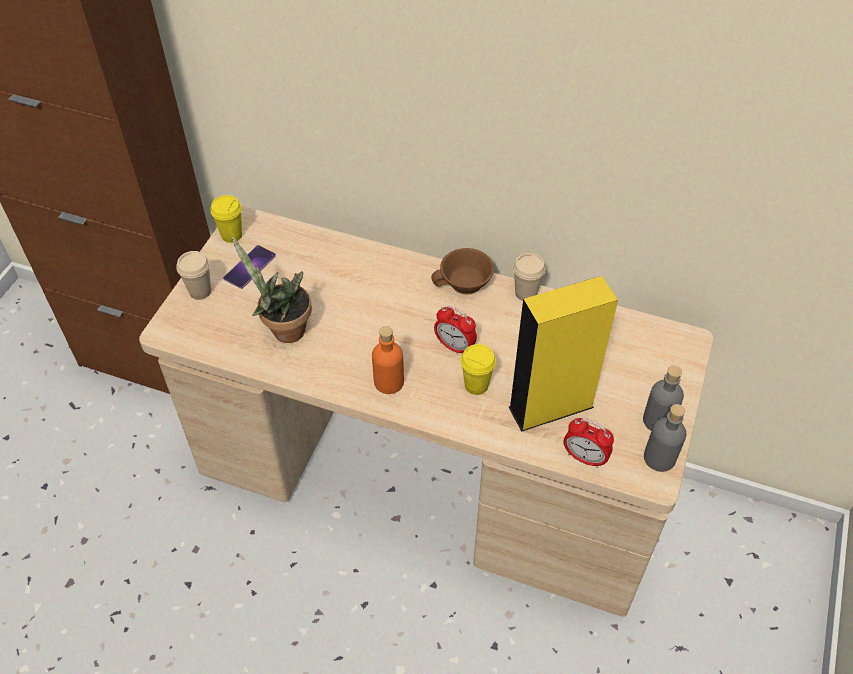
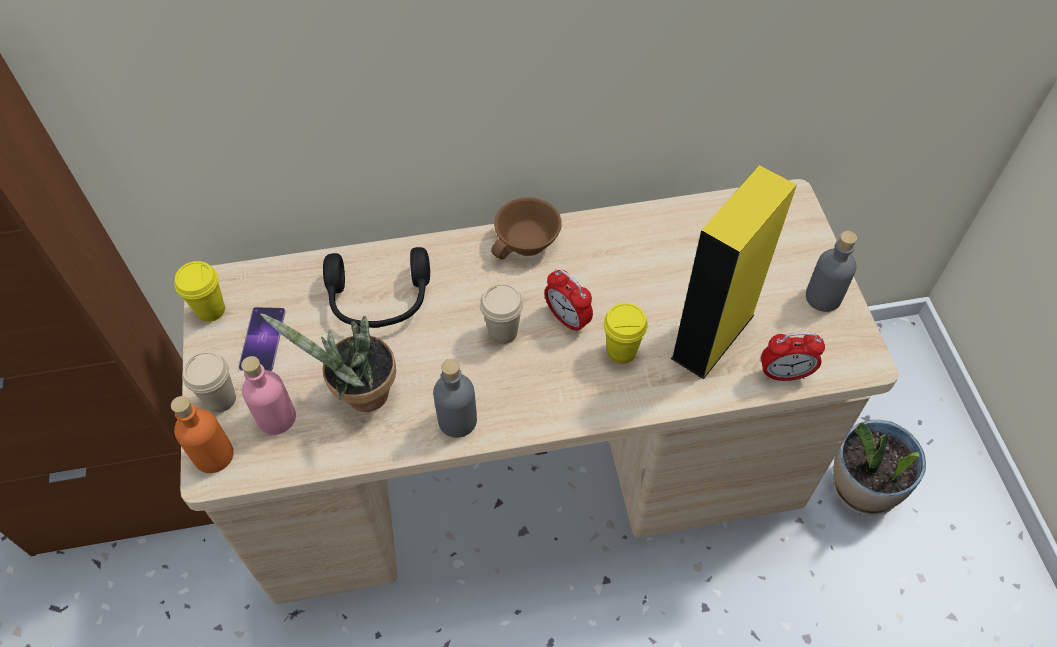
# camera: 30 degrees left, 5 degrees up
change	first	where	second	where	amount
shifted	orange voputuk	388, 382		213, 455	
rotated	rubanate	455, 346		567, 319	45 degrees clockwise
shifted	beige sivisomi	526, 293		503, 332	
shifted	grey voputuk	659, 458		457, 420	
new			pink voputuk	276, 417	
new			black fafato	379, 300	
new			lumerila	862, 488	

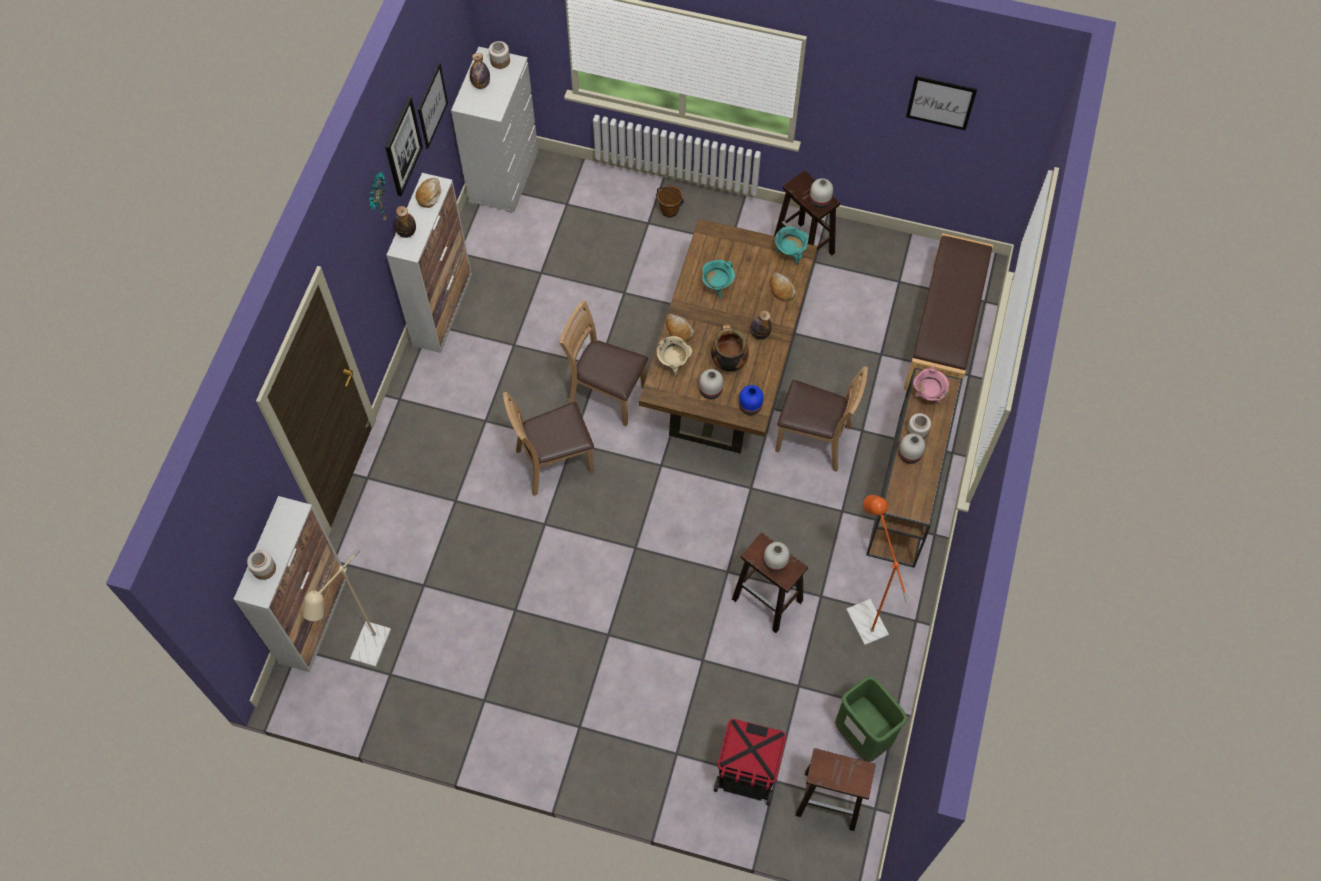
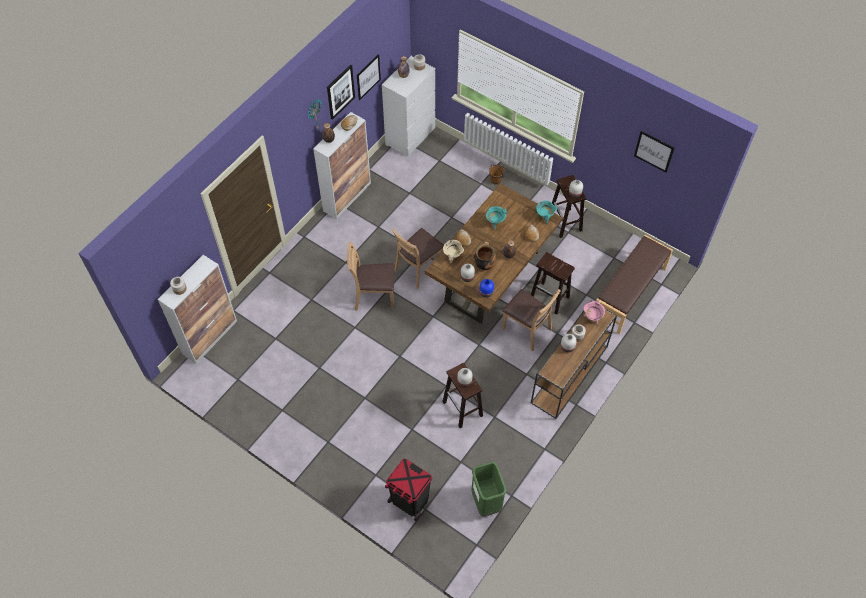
# camera: 20 degrees right, 5 degrees down
change	first	where	second	where	amount
gone	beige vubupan	368, 652			
rotated	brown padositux	606, 394		418, 268	90 degrees counterclockwise
shifted	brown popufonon	830, 800		550, 298	
gone	orange vubupan	862, 615			

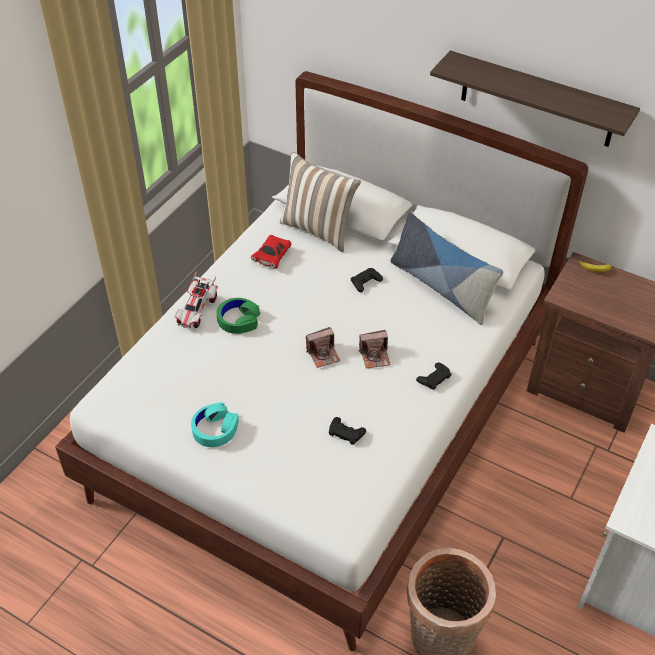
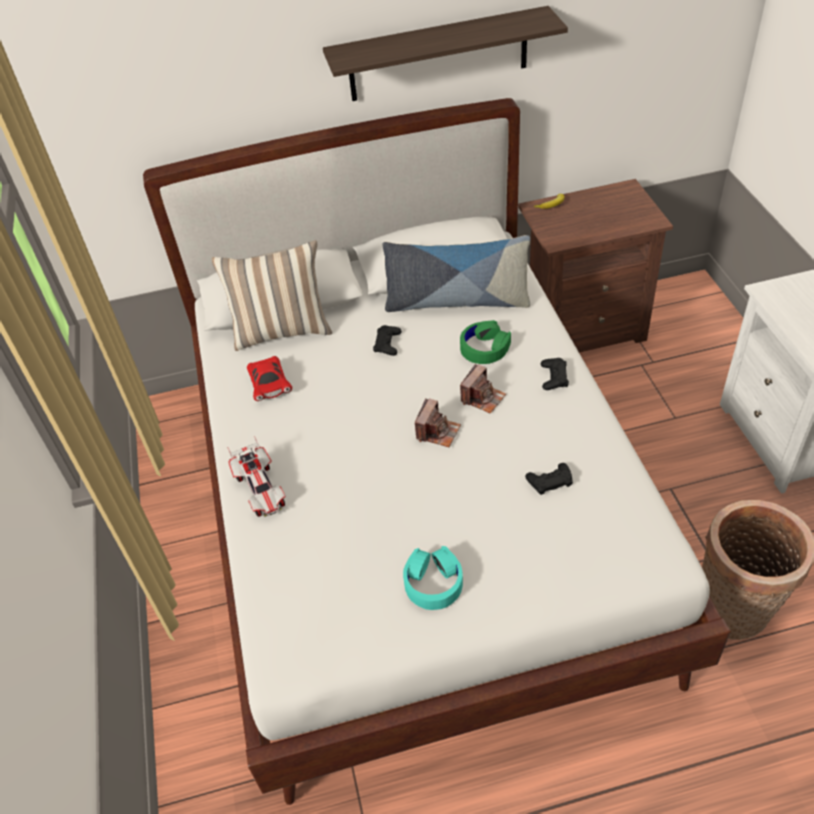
# camera: 40 degrees left, 0 degrees up
change	first	where	second	where	amount
shifted	green fafato	238, 320		484, 348	

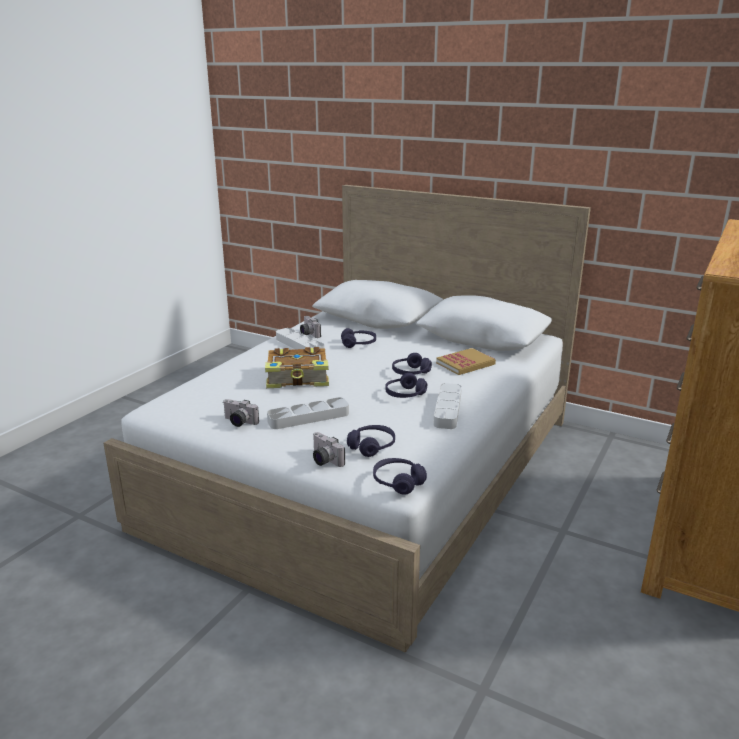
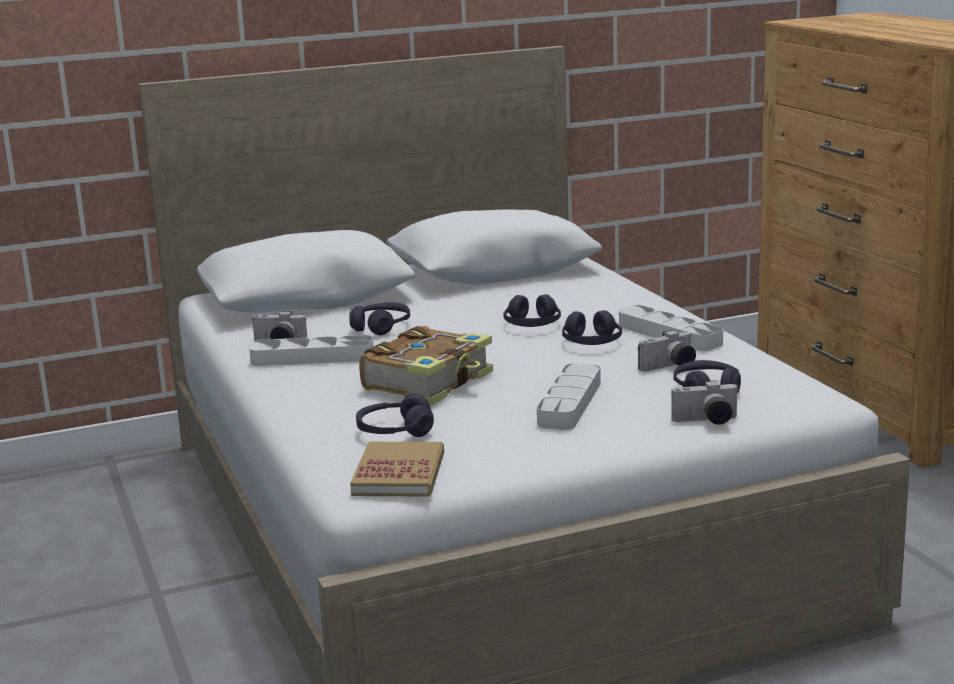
# camera: 50 degrees left, 5 degrees down
change	first	where	second	where	amount
shifted	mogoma	238, 422		670, 367	
shifted	purple fafato	398, 482		395, 431	
shifted	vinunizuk	465, 364		399, 474	

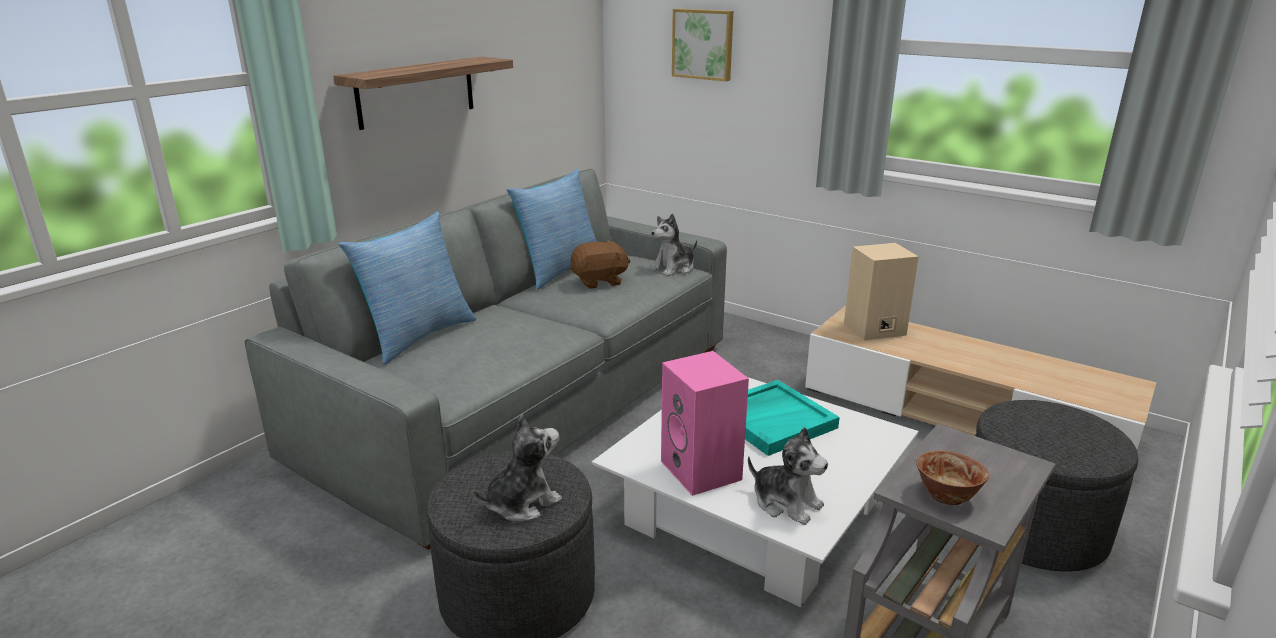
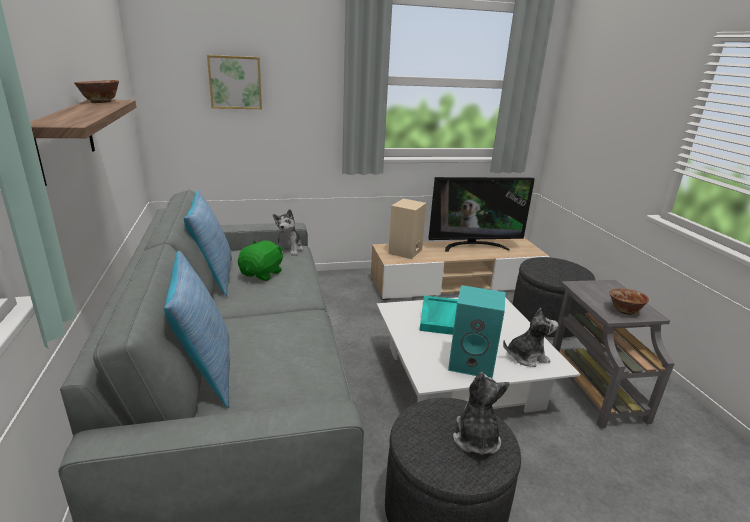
# camera: 50 degrees left, 0 degrees up
change	first	where	second	where	amount
repainted	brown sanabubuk	599, 281	green sanabubuk	262, 274	
repainted	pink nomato	703, 471	turquoise nomato	472, 363	
new			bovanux	100, 102	
new			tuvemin	473, 246	

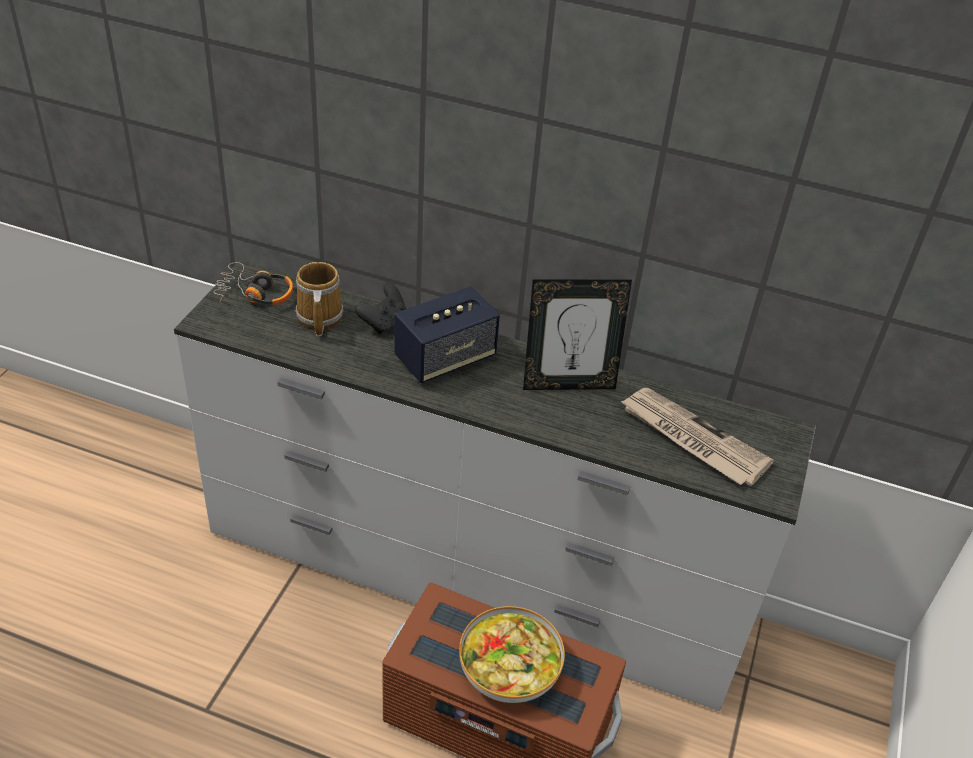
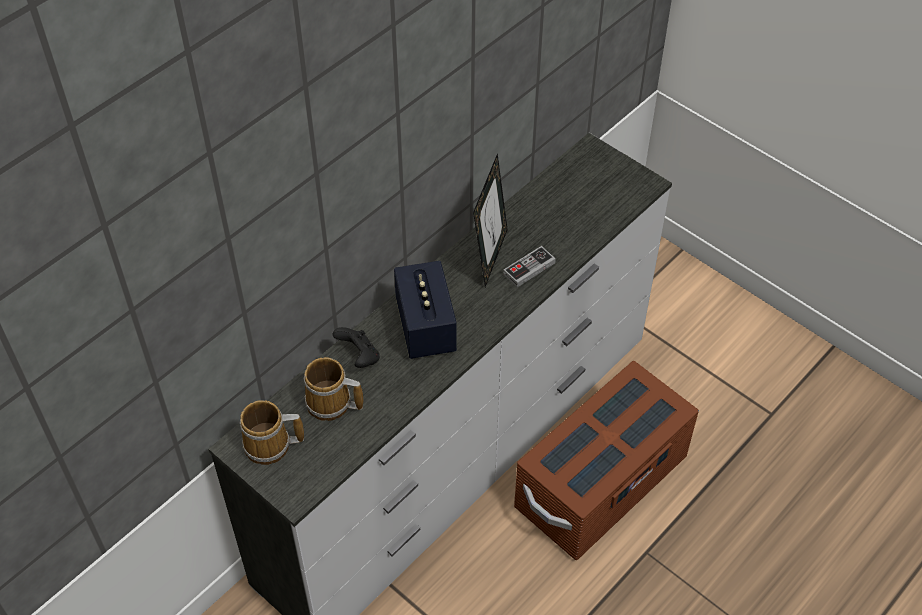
# camera: 65 degrees left, 10 degrees up
change	first	where	second	where	amount
swapped	fafato	254, 294	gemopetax	270, 446	
gone	bovanux	509, 667			
gone	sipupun	691, 439			
new			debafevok	529, 268	

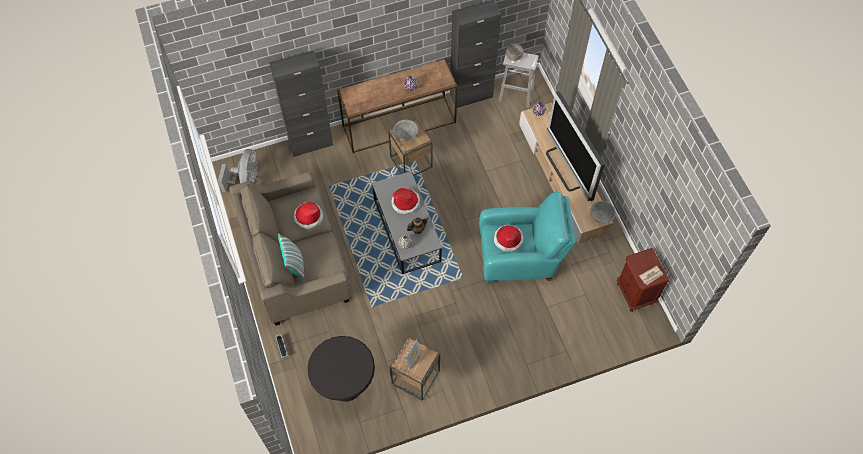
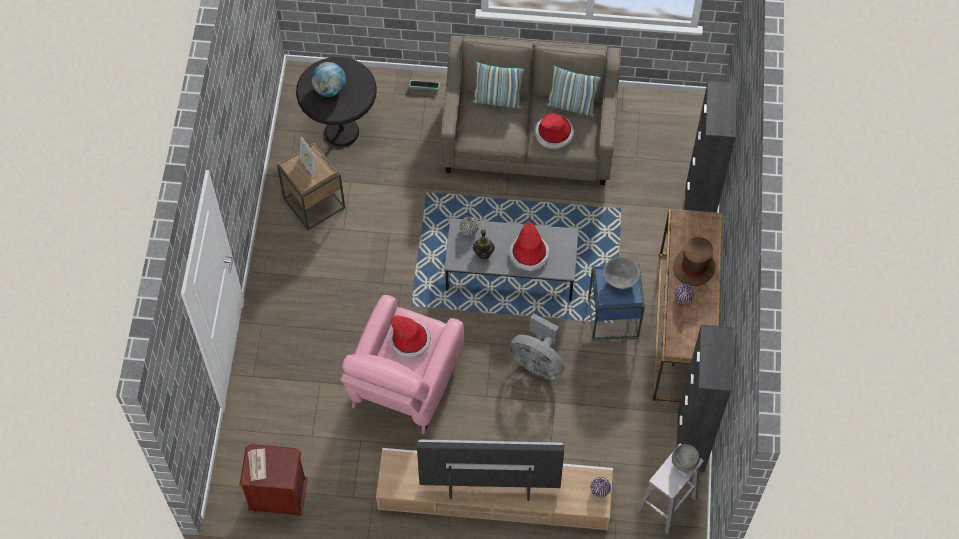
# camera: 115 degrees right, 0 degrees up
change	first	where	second	where	amount
shifted	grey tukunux	246, 180		537, 362	
repainted	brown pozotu	411, 162	blue pozotu	613, 317	
repainted	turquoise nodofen	520, 257	pink nodofen	403, 384	
gone	grey bovanux	601, 217			
new			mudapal	329, 89	
new			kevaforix	571, 106	
new			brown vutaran	694, 267	

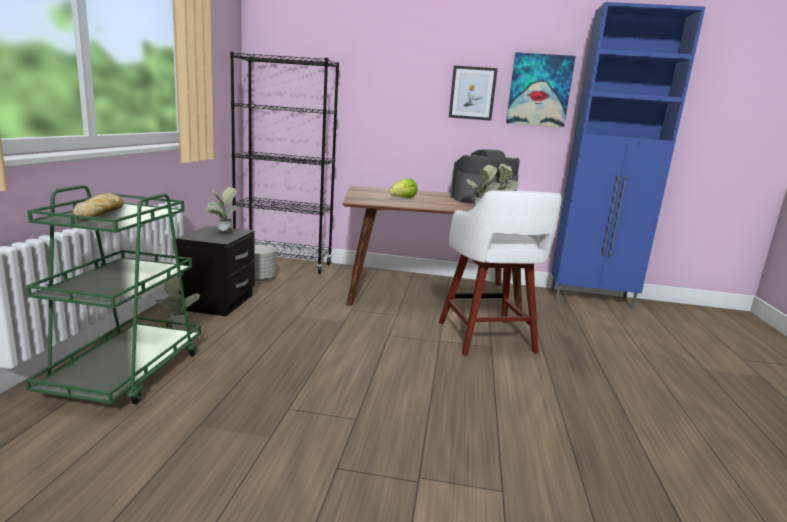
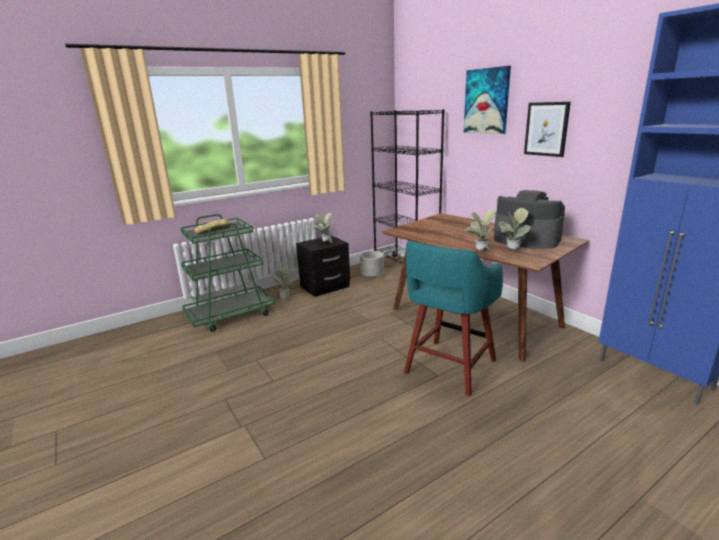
# camera: 50 degrees right, 5 degrees up
change	first	where	second	where	amount
gone	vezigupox	402, 199			
repainted	white popufonon	487, 338	turquoise popufonon	448, 368	
shifted	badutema	539, 90		487, 101	

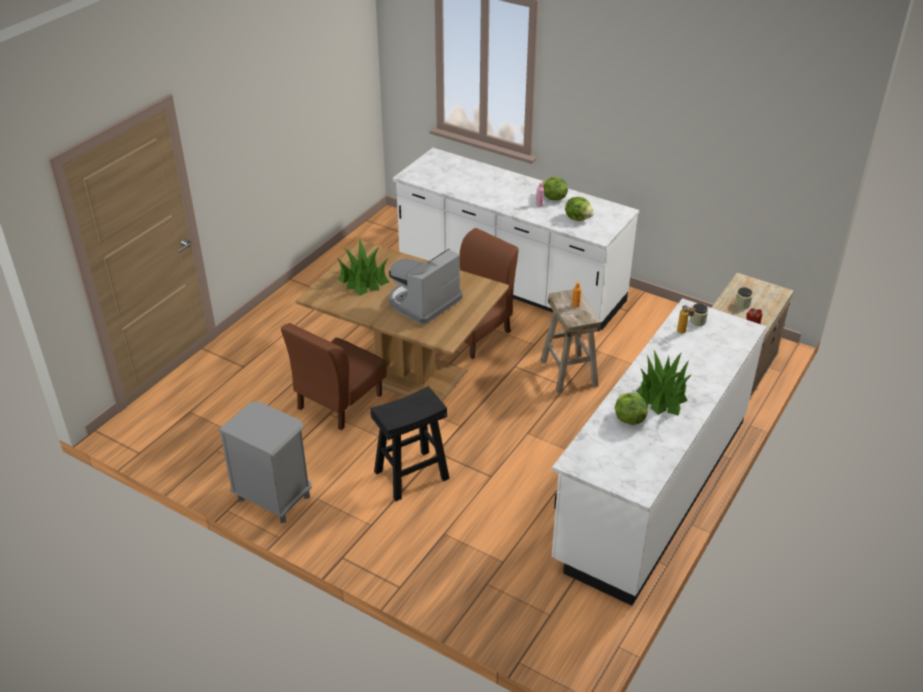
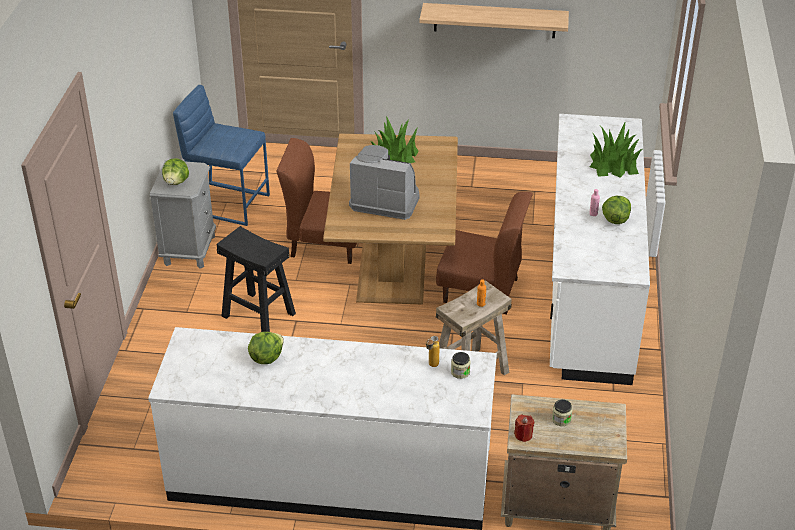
# camera: 65 degrees right, 0 degrees up
change	first	where	second	where	amount
shifted	vezigupox	578, 218		176, 182	
shifted	lumerila	661, 396		613, 164	
new			blue popufonon	227, 203	
new			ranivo	494, 20	

